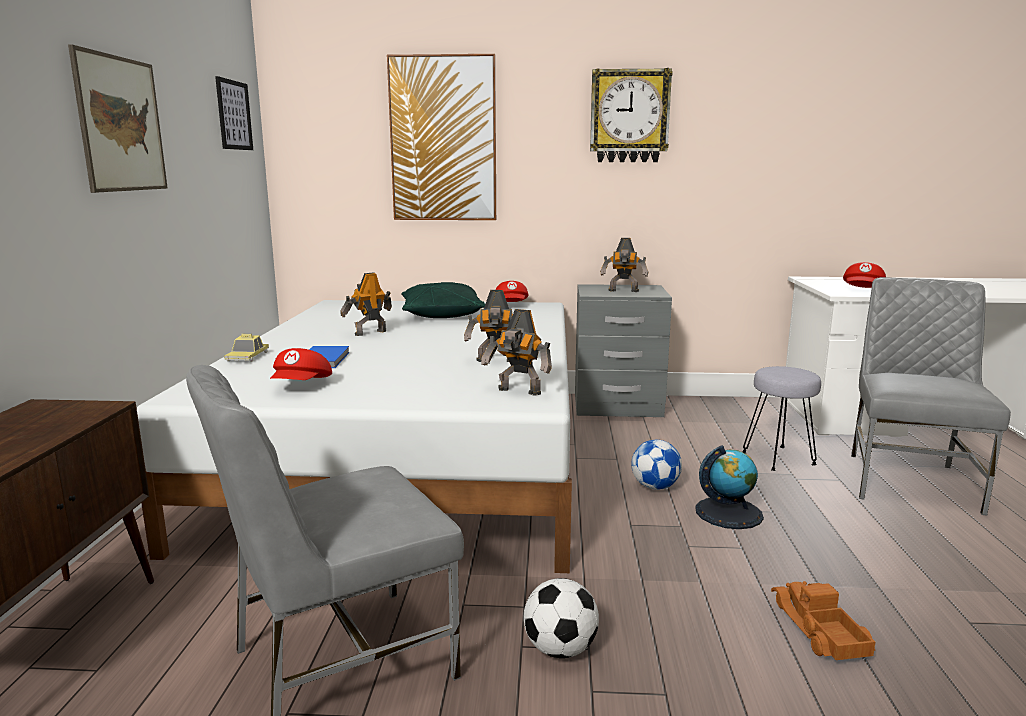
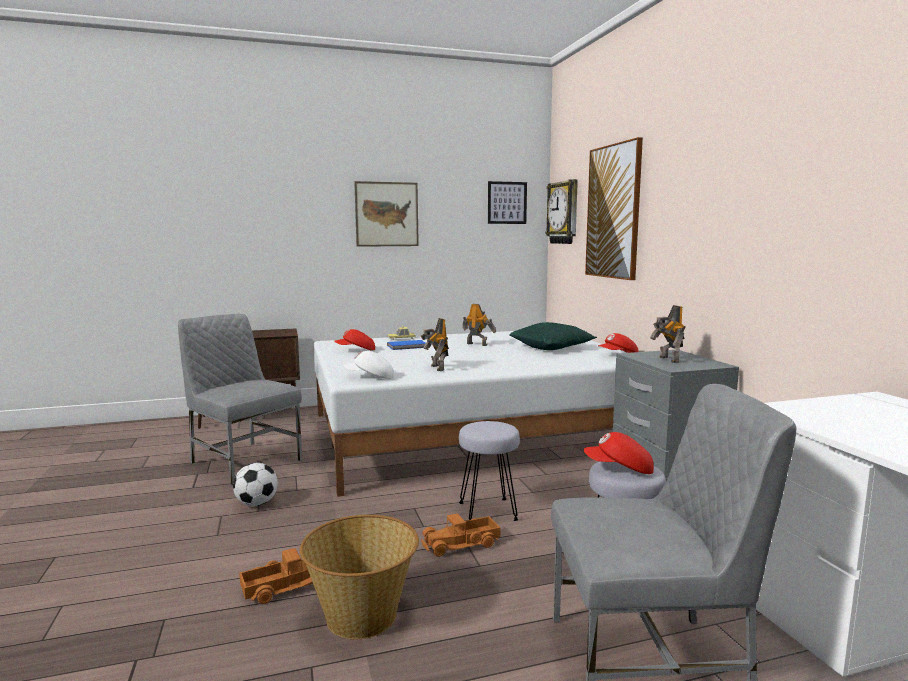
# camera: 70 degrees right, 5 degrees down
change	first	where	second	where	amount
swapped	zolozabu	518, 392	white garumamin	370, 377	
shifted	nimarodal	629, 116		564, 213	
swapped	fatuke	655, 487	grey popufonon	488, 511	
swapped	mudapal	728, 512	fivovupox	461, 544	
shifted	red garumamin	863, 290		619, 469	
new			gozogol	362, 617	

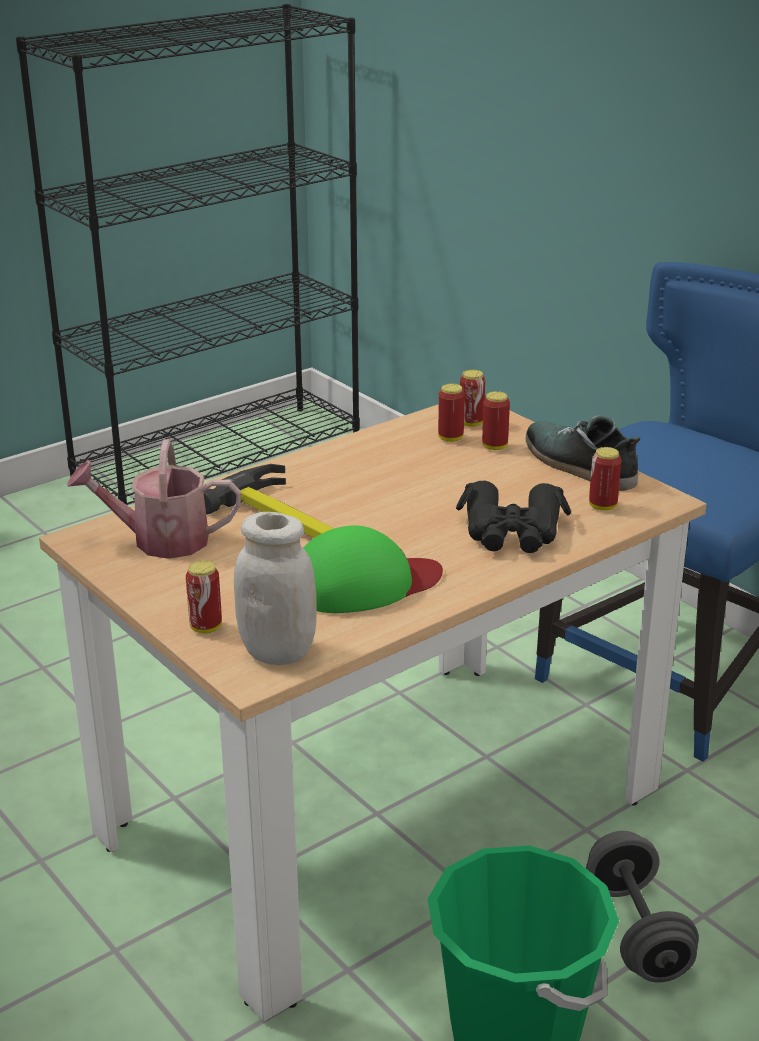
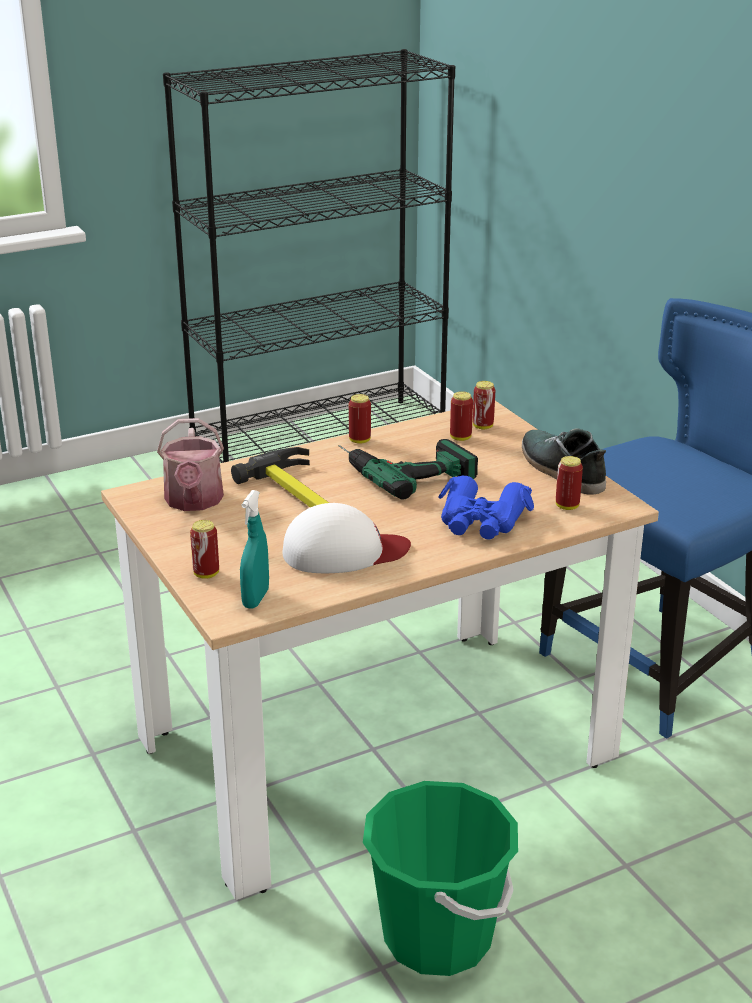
# camera: 10 degrees right, 0 degrees up
change	first	where	second	where	amount
rotated	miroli	160, 540		194, 502	105 degrees counterclockwise
swapped	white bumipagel	278, 652	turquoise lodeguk	256, 599	
repainted	green garumamin	364, 584	white garumamin	343, 552	
repainted	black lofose	512, 532	blue lofose	481, 521	
shifted	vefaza	494, 446		360, 440	
gone	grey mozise	637, 932			
new			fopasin	402, 468	

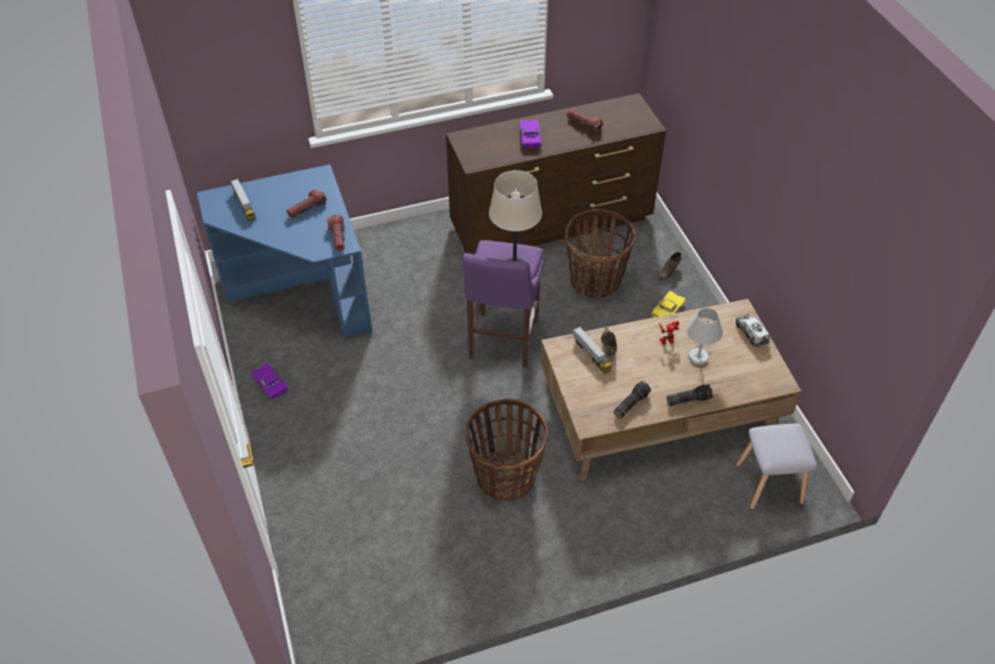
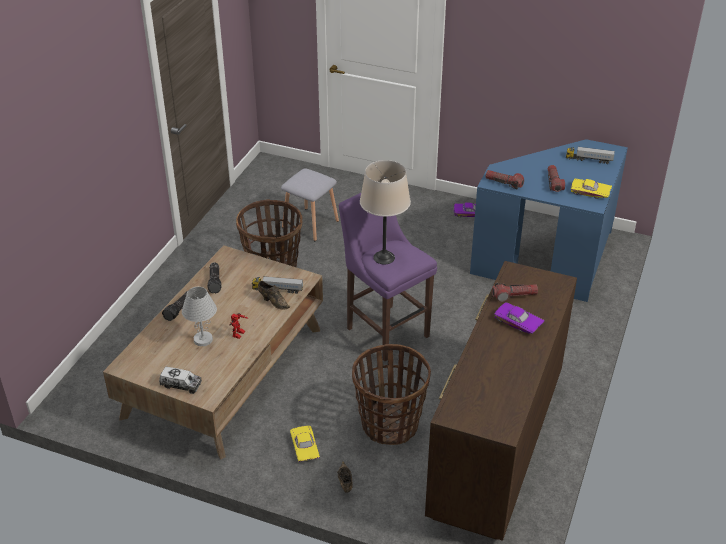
# camera: 130 degrees right, 10 degrees down
change	first	where	second	where	amount
shifted	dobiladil	584, 124		514, 296	
shifted	grey popufonon	770, 484		309, 224	
new			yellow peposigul	590, 193	

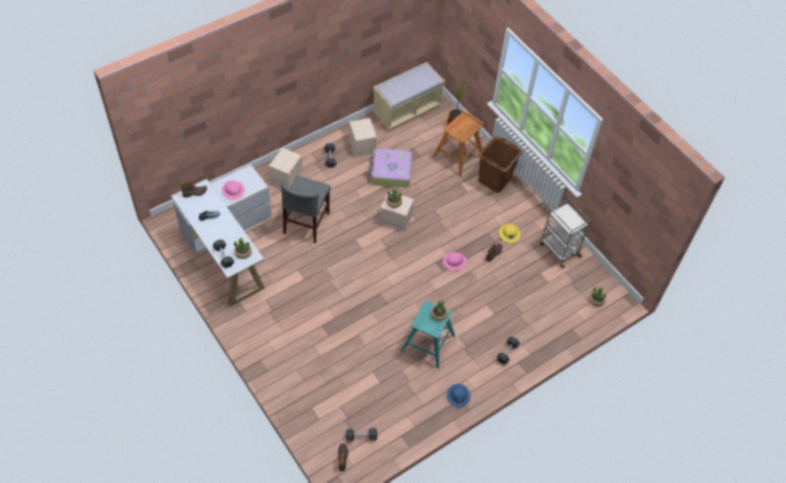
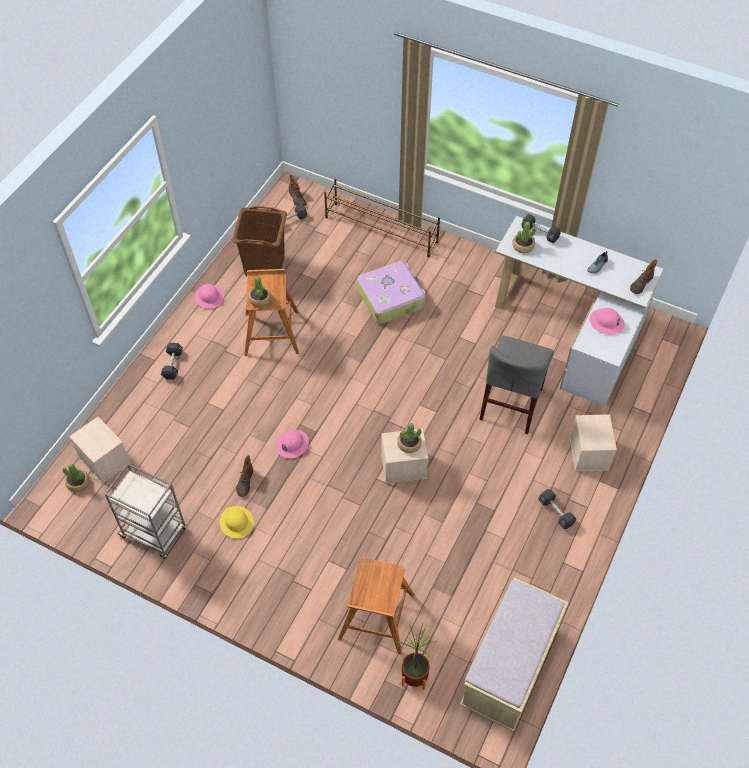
# camera: 155 degrees right, 0 degrees up
change	first	where	second	where	amount
rotated	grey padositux	306, 223		511, 403	150 degrees counterclockwise
shifted	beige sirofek	363, 146		103, 460	
shifted	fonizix	391, 172		391, 298	
repainted	turquoise popufonon	427, 344	brown popufonon	272, 332	
repainted	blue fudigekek	458, 396	pink fudigekek	209, 297	
shifted	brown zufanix	494, 180		265, 266	
new			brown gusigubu	381, 230	

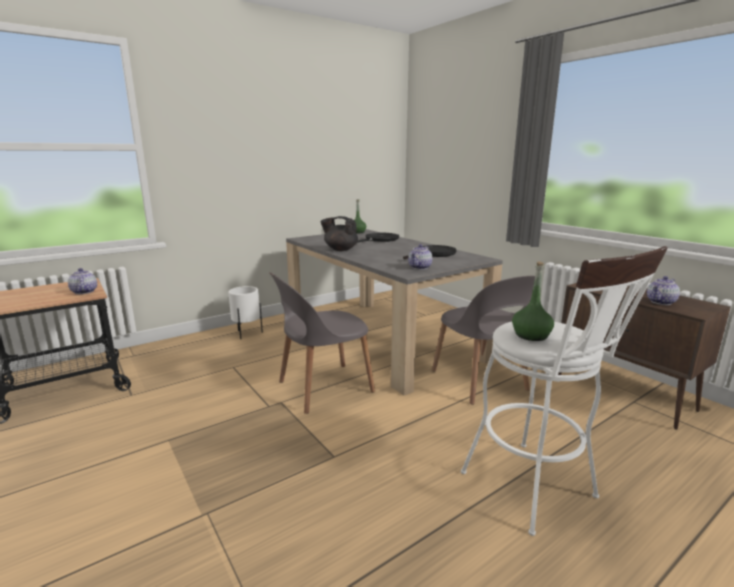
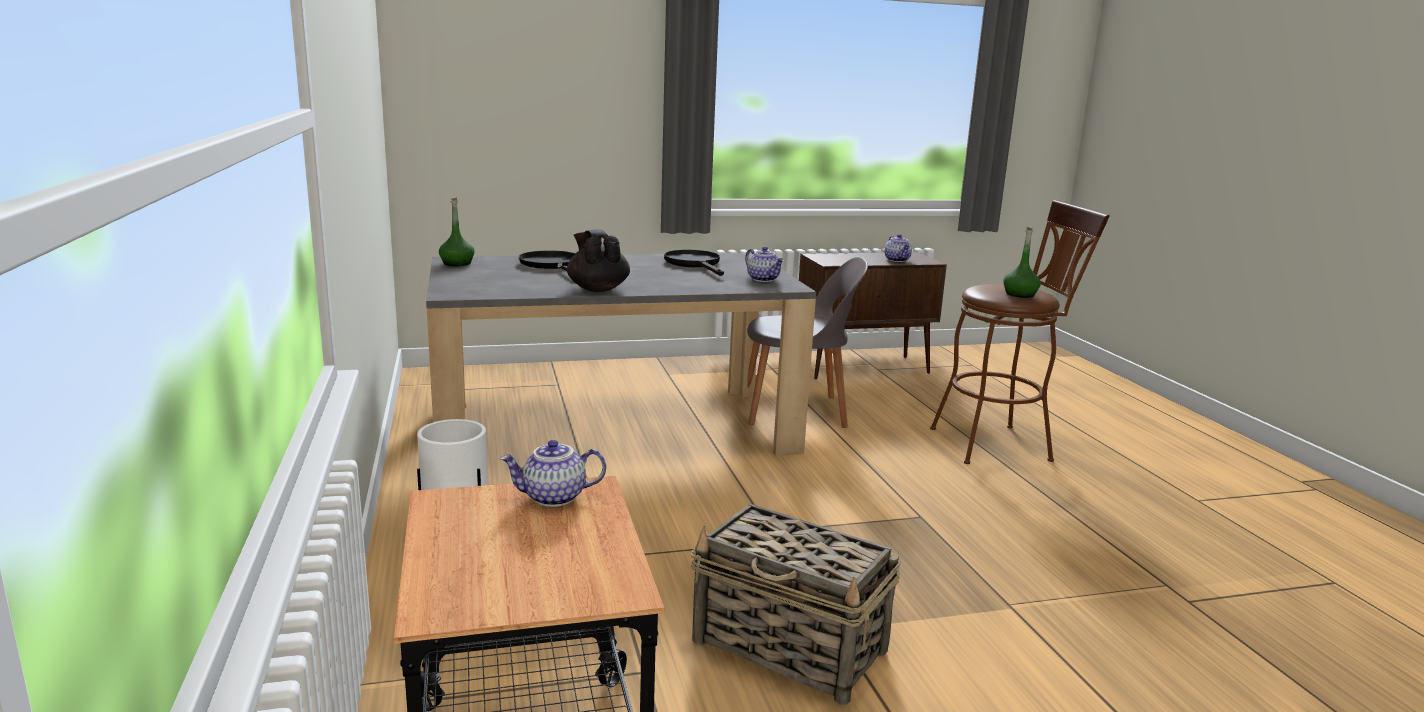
# camera: 70 degrees left, 0 degrees up
change	first	where	second	where	amount
gone	grey padositux	323, 387			
rotated	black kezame	340, 249		597, 289	120 degrees clockwise
repainted	white popufonon	536, 490	brown popufonon	999, 444	
new			gozogol	791, 647	

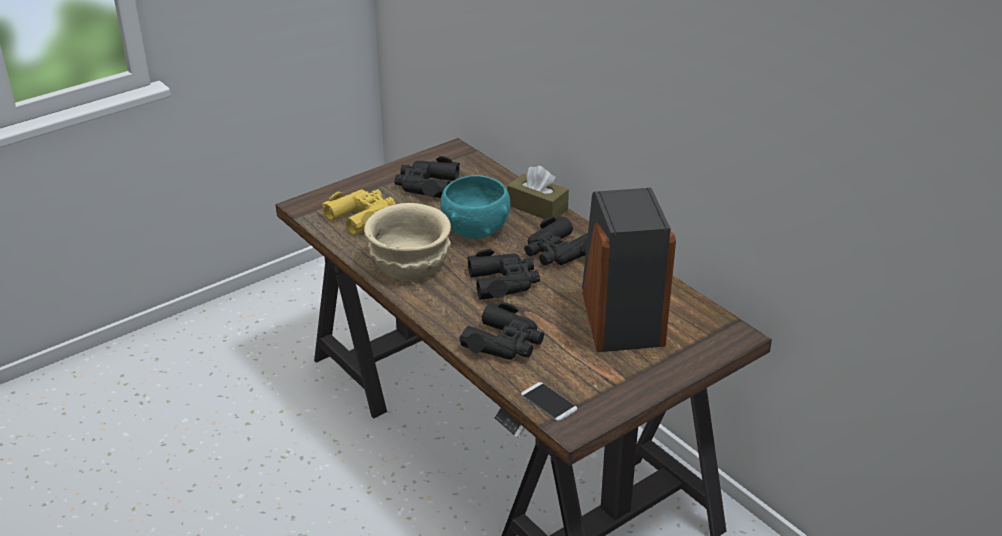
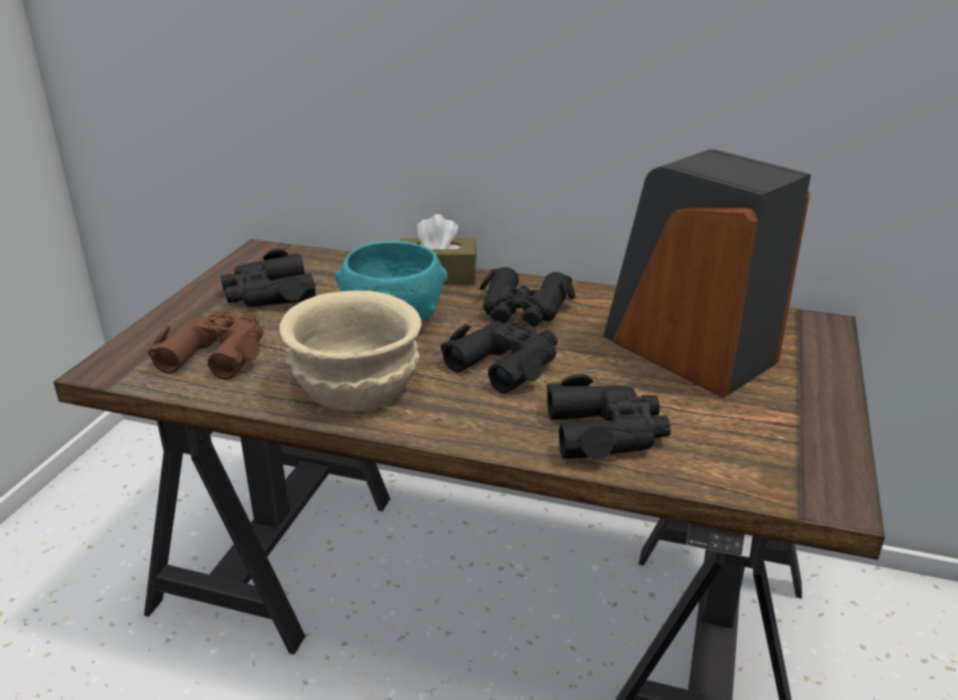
# camera: 35 degrees left, 5 degrees down
change	first	where	second	where	amount
repainted	yellow lofose	362, 216	brown lofose	216, 353	
gone	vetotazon	549, 402			

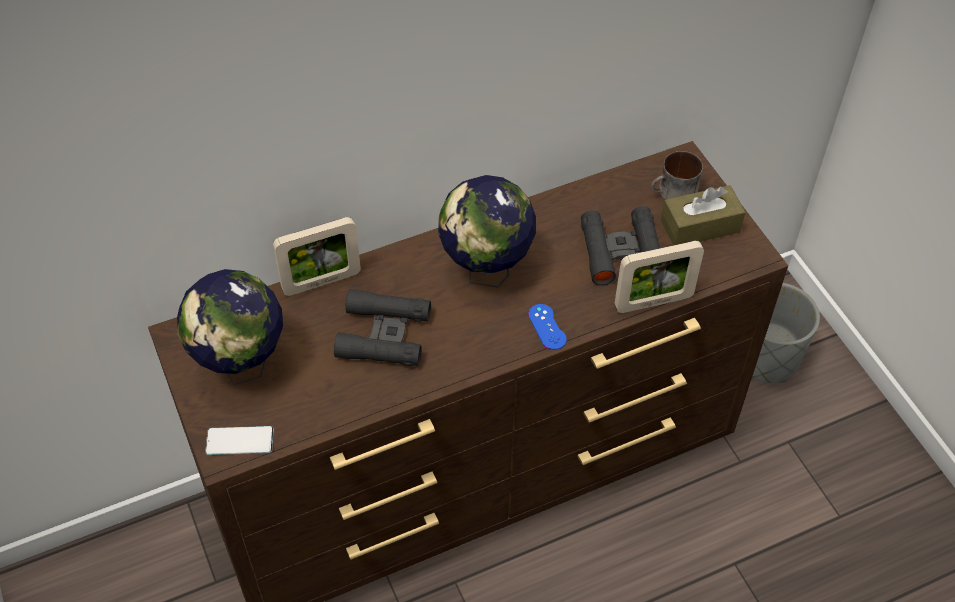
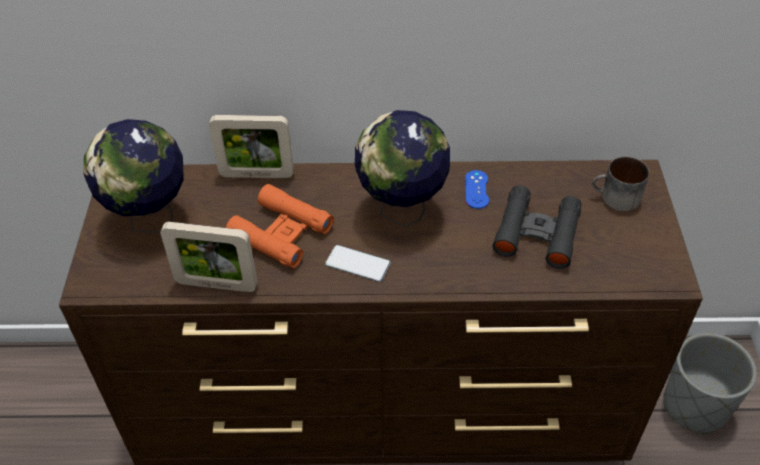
# camera: 25 degrees right, 5 degrees down
change	first	where	second	where	amount
shifted	vetotazon	240, 441		358, 263	
repainted	black lofose	384, 335	orange lofose	281, 233	
shifted	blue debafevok	547, 327		476, 189	
shifted	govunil	653, 302		216, 284	
gone	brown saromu	700, 226			

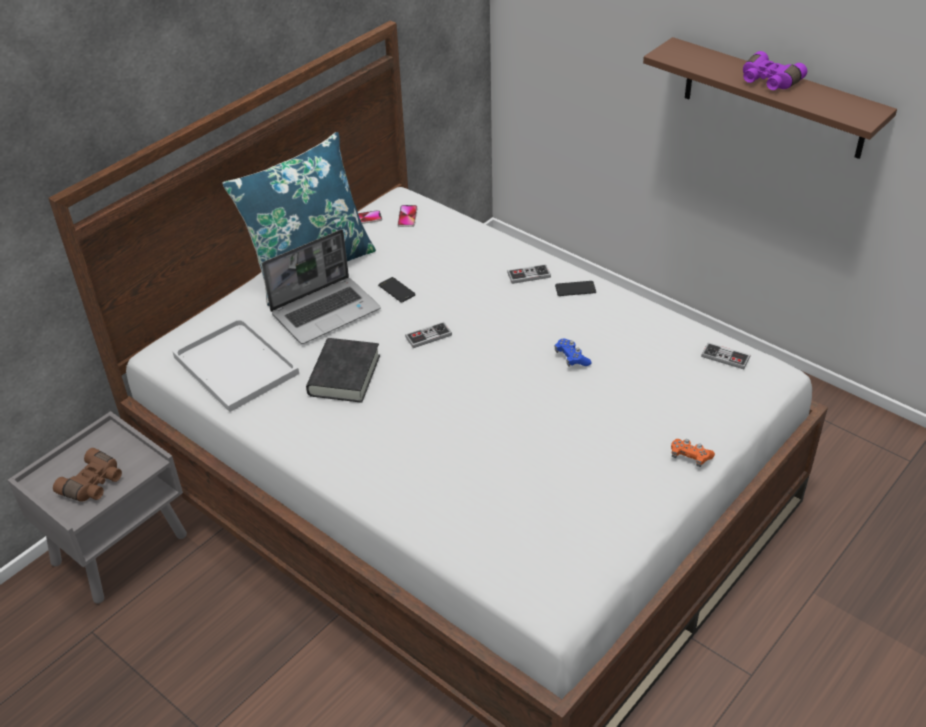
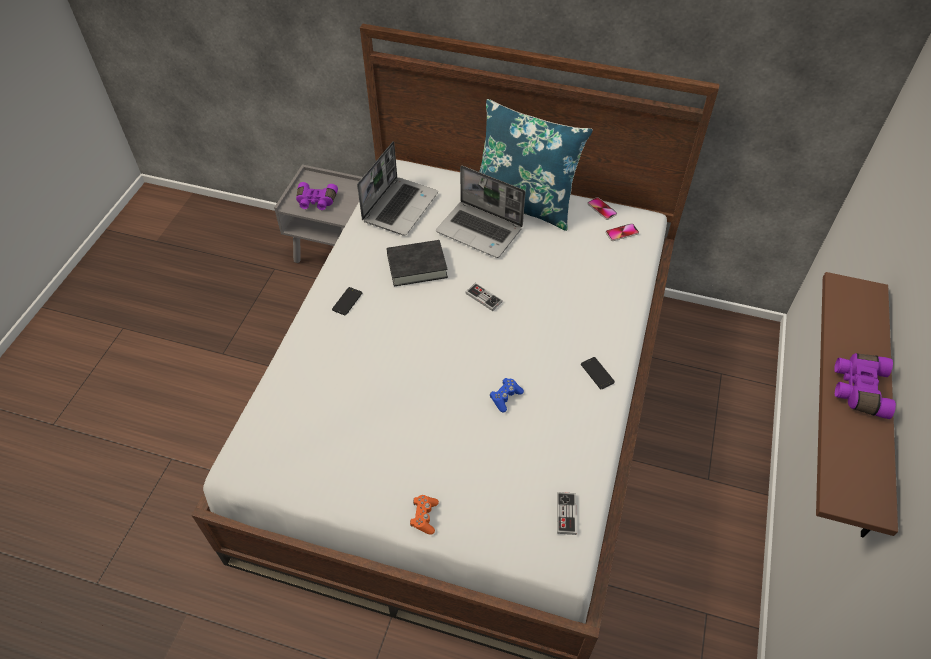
# camera: 65 degrees right, 10 degrees up
change	first	where	second	where	amount
repainted	brown lofose	94, 484	purple lofose	316, 202	
swapped	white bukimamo	233, 365	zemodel	400, 206	
shifted	vetotazon	396, 290		347, 301	
gone	debafevok	528, 275			

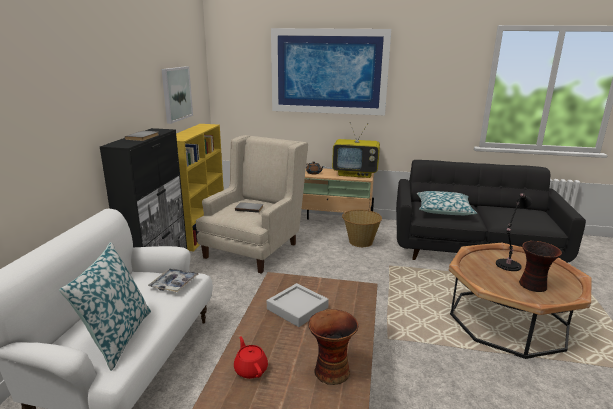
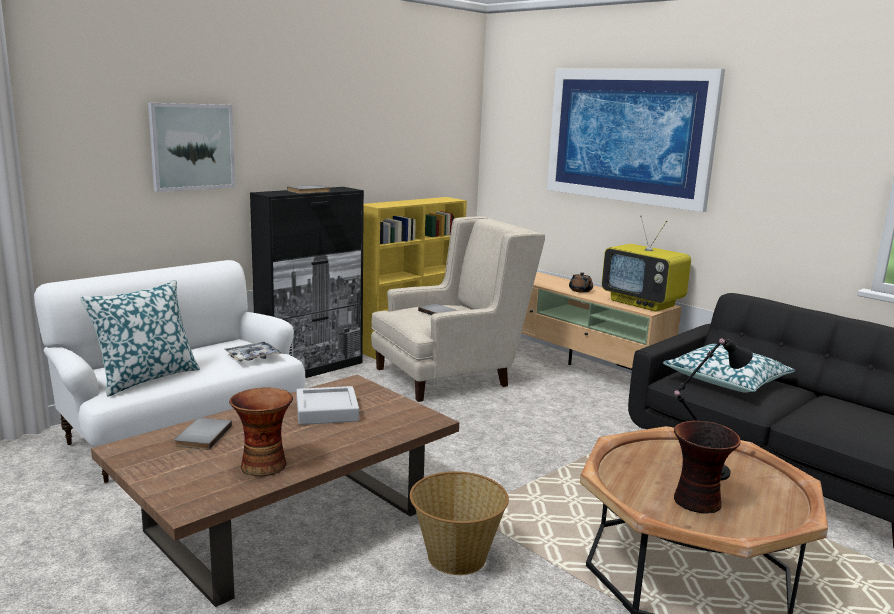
# camera: 35 degrees right, 5 degrees down
change	first	where	second	where	amount
shifted	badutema	176, 94		192, 146	
swapped	red kezame	250, 369	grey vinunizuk	201, 436	
shifted	gozogol	360, 242		456, 556	

